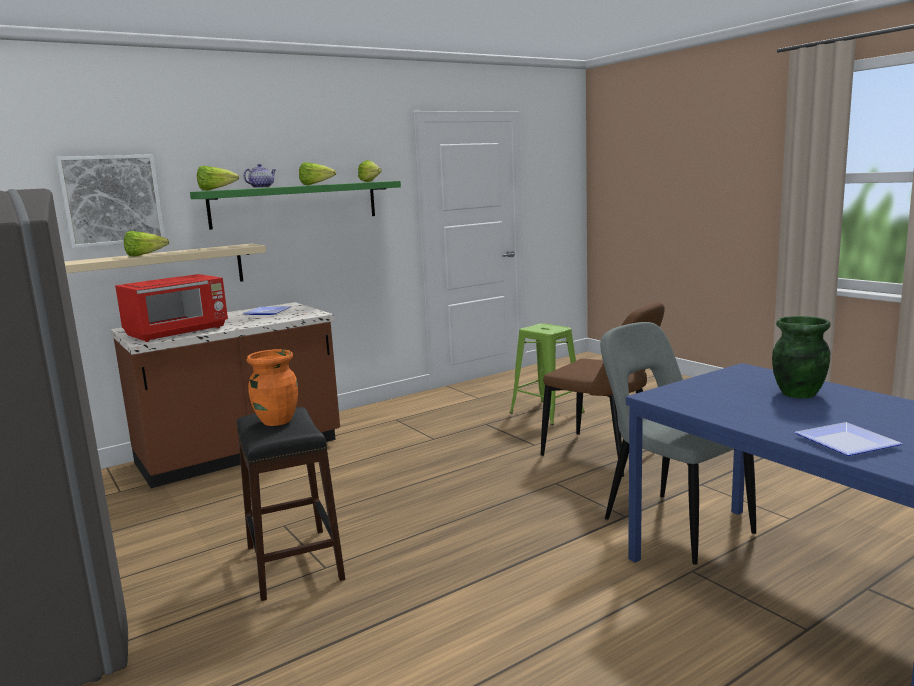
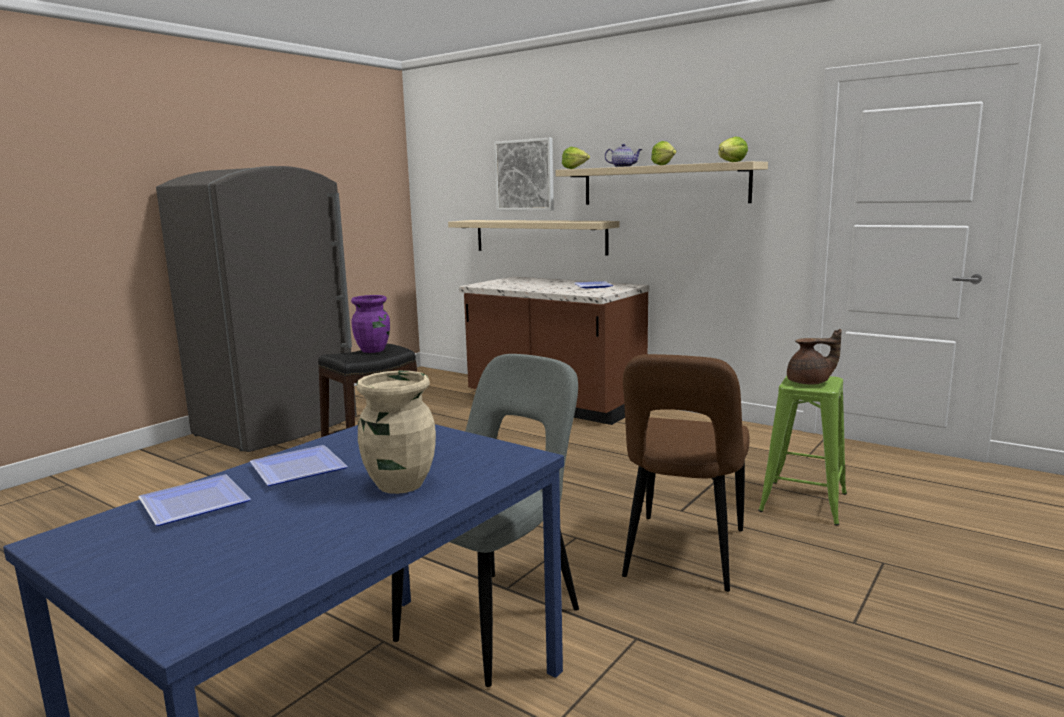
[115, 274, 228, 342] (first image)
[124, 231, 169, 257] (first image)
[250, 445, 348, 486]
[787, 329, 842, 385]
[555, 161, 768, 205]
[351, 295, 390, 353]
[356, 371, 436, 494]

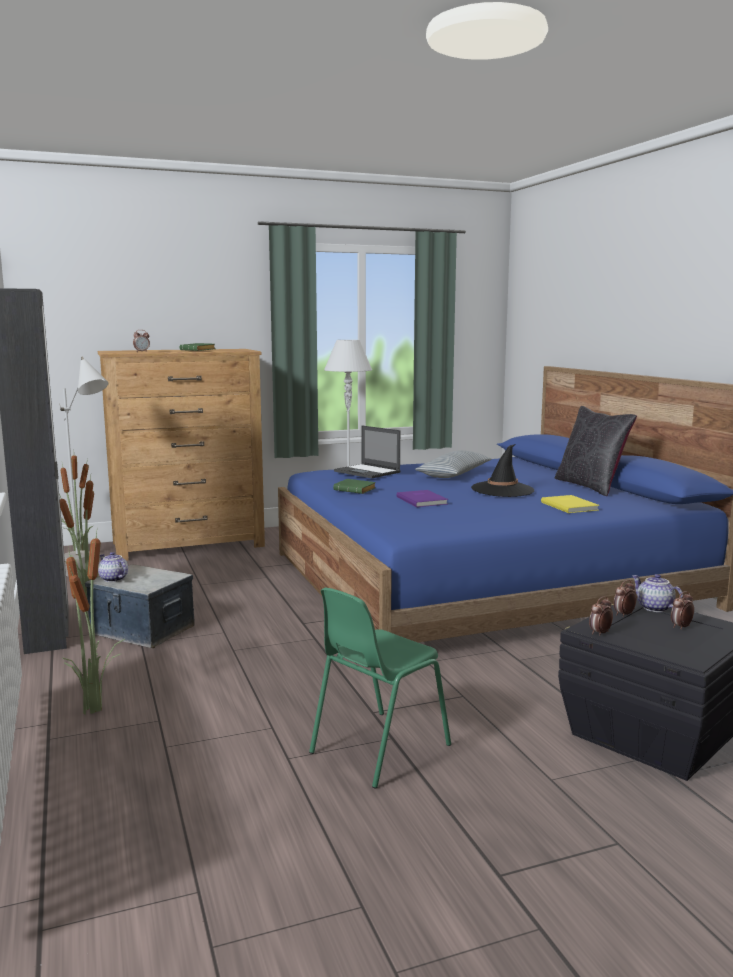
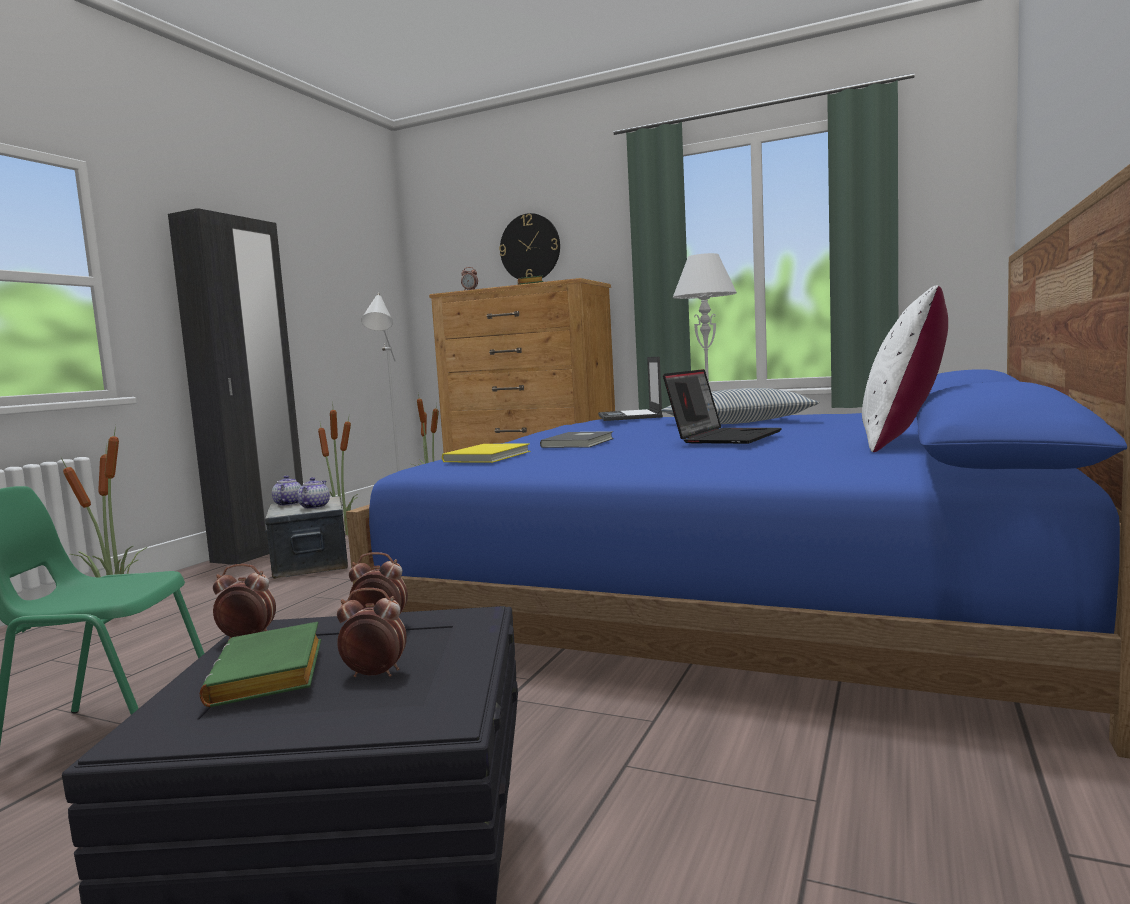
[499, 213, 560, 279]
[200, 622, 321, 707]
[442, 443, 530, 463]
[297, 477, 330, 509]
[663, 369, 782, 444]
[540, 431, 614, 448]
[862, 286, 948, 452]

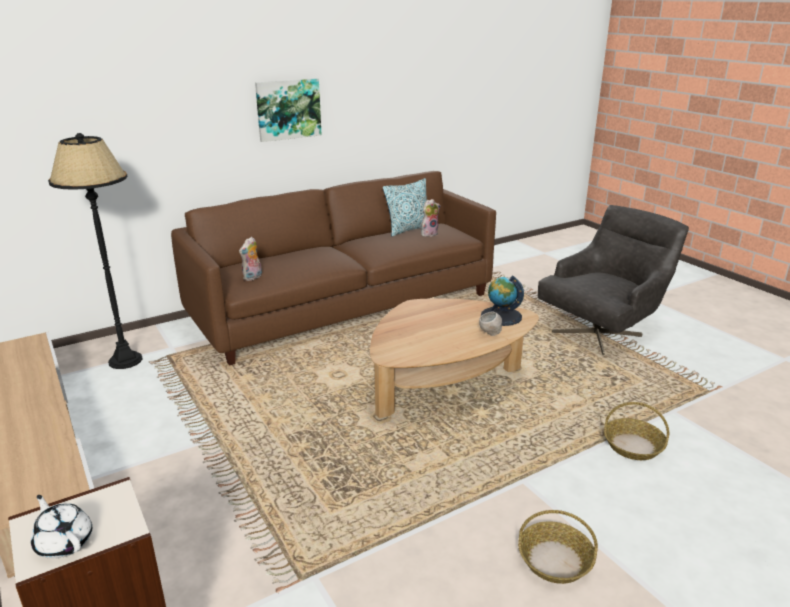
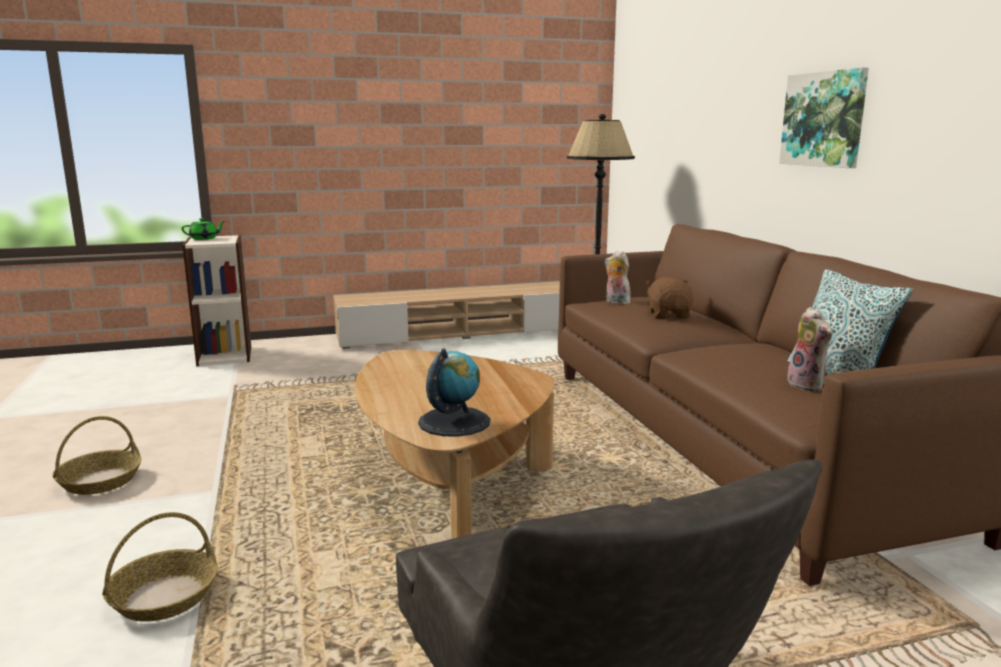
[479, 312, 502, 336] (first image)
[646, 277, 693, 319]
[181, 218, 225, 240]

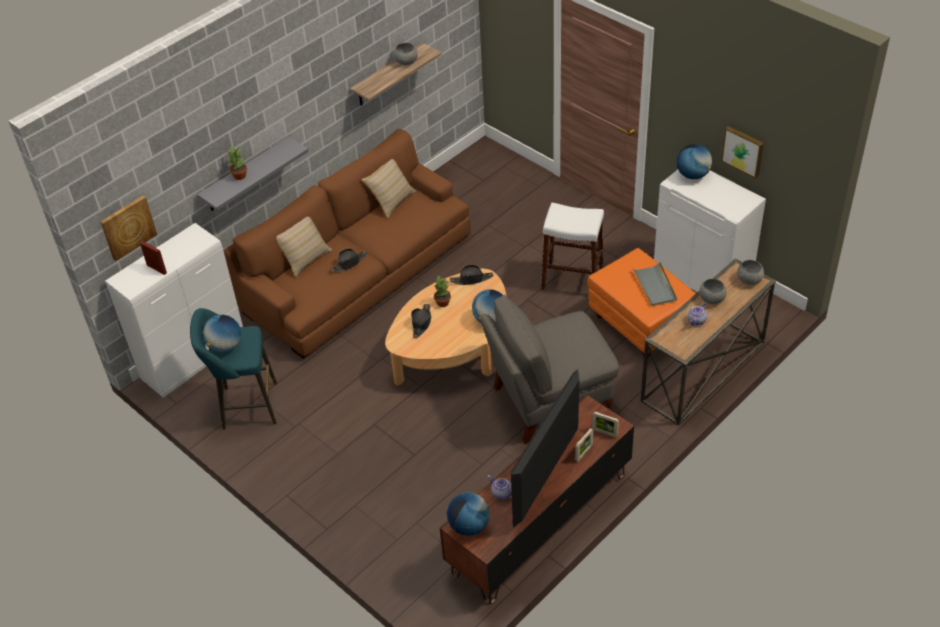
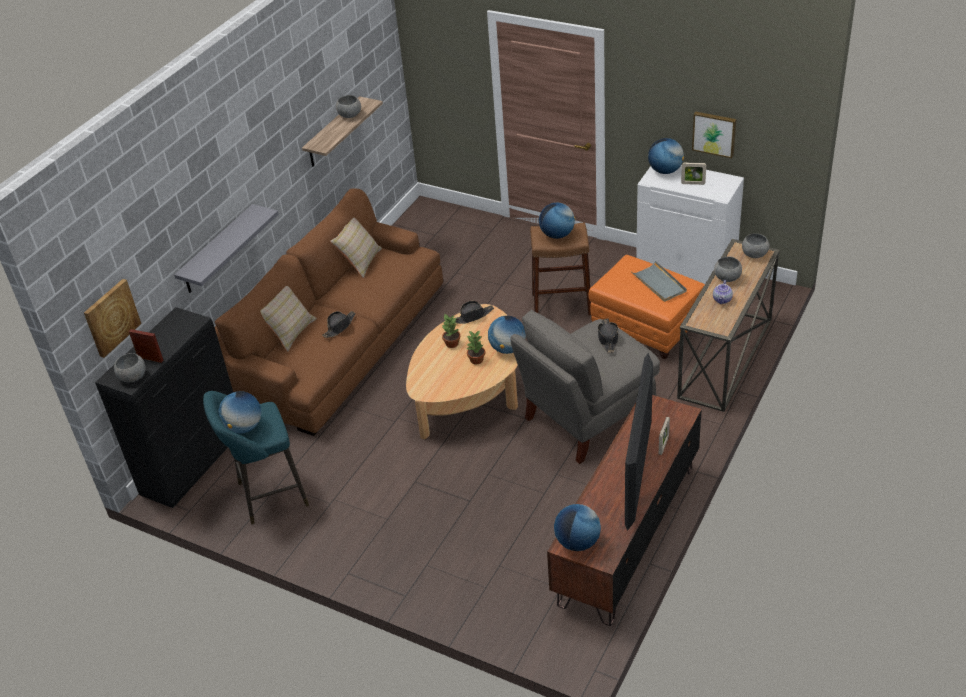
[488, 475, 512, 500] (first image)
[114, 353, 146, 382]
[539, 202, 576, 239]
[466, 331, 485, 365]
[598, 319, 619, 354]
[681, 162, 706, 185]
[95, 307, 233, 508]
[530, 222, 591, 316]

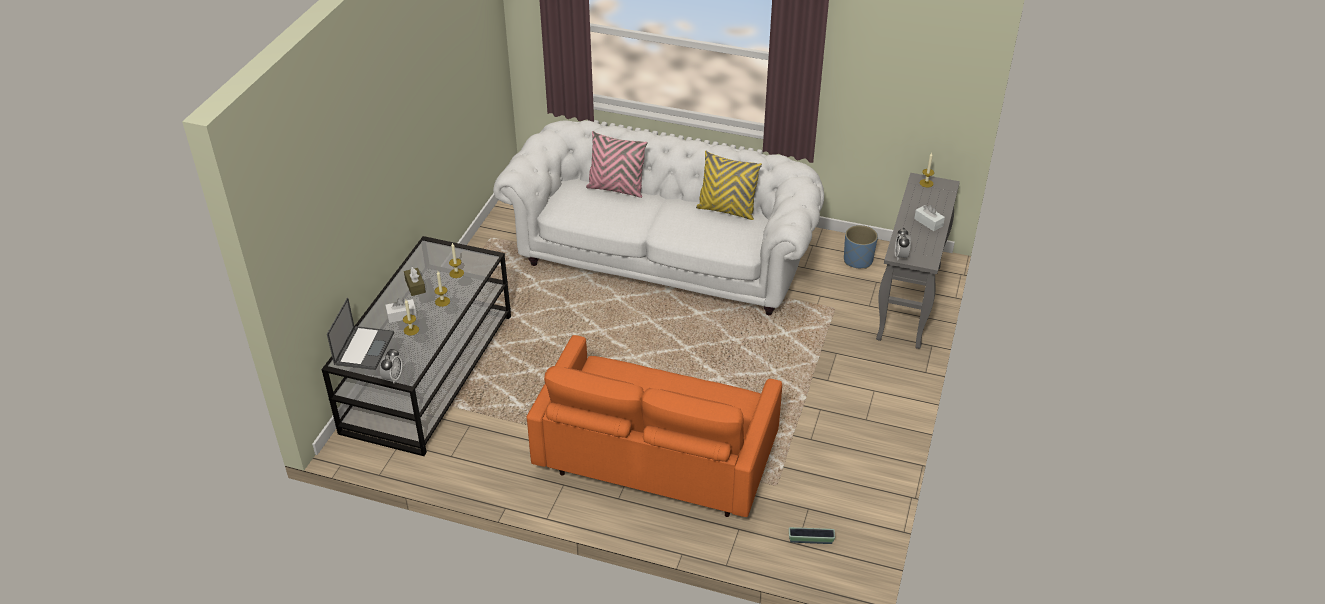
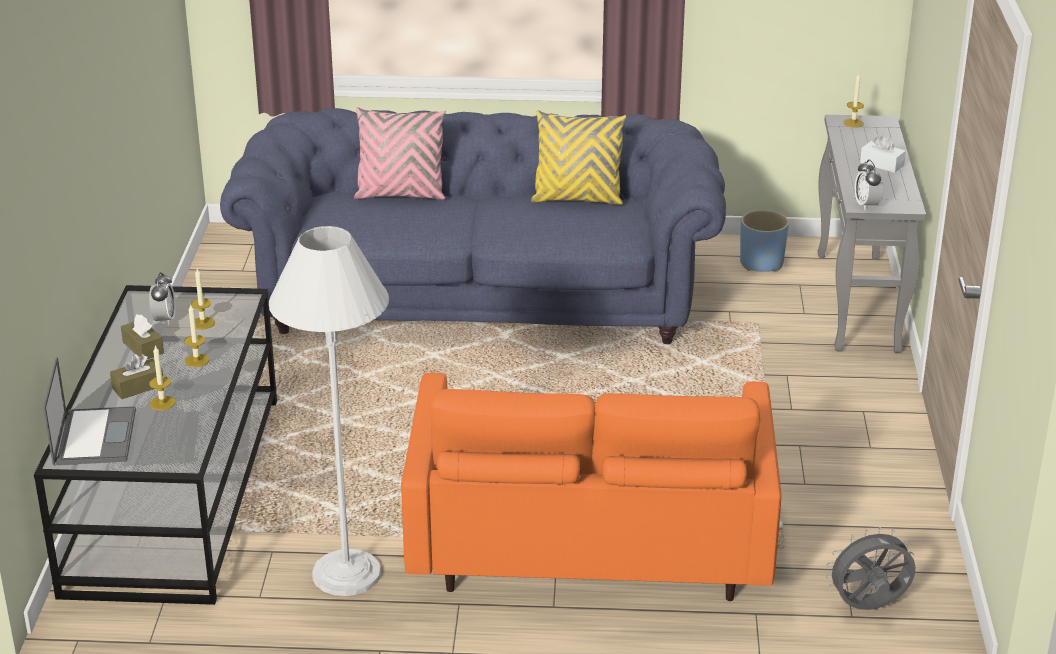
[269, 226, 389, 596]
[149, 272, 176, 326]
[825, 527, 916, 610]
[110, 354, 163, 399]
[220, 108, 726, 344]

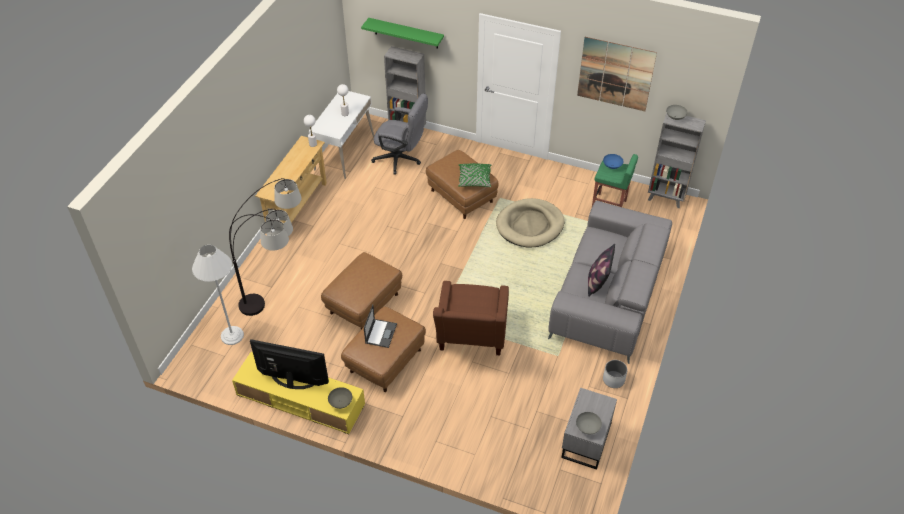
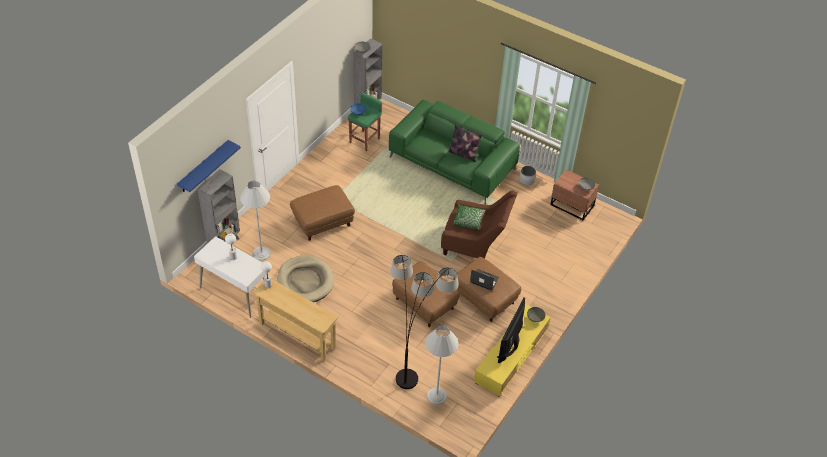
[577, 37, 657, 111] (first image)
[453, 204, 486, 230]
[278, 256, 334, 302]
[240, 181, 271, 261]
[177, 140, 241, 192]
[389, 100, 520, 204]
[550, 169, 599, 220]

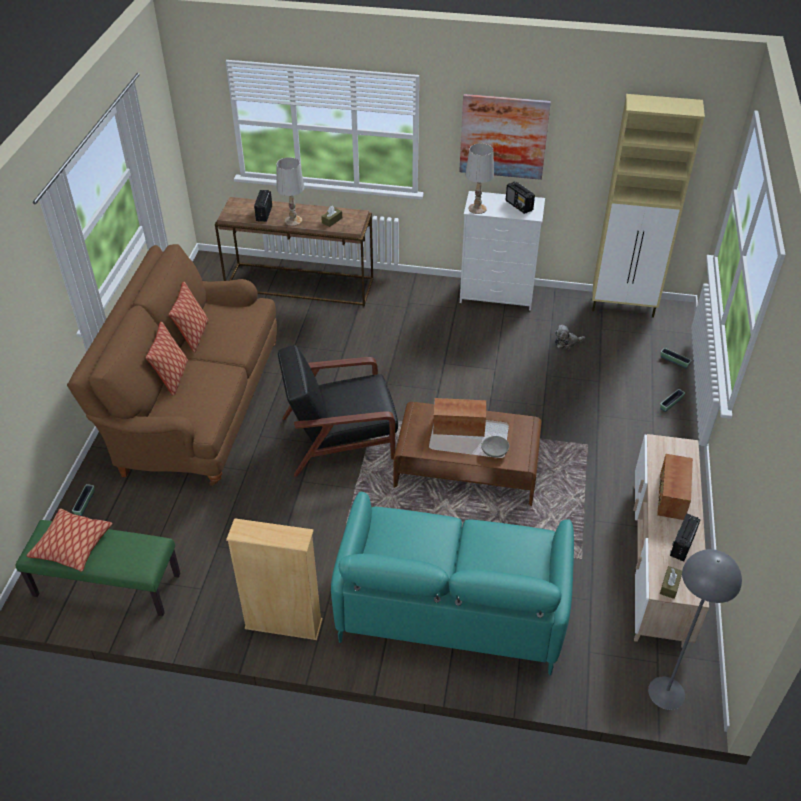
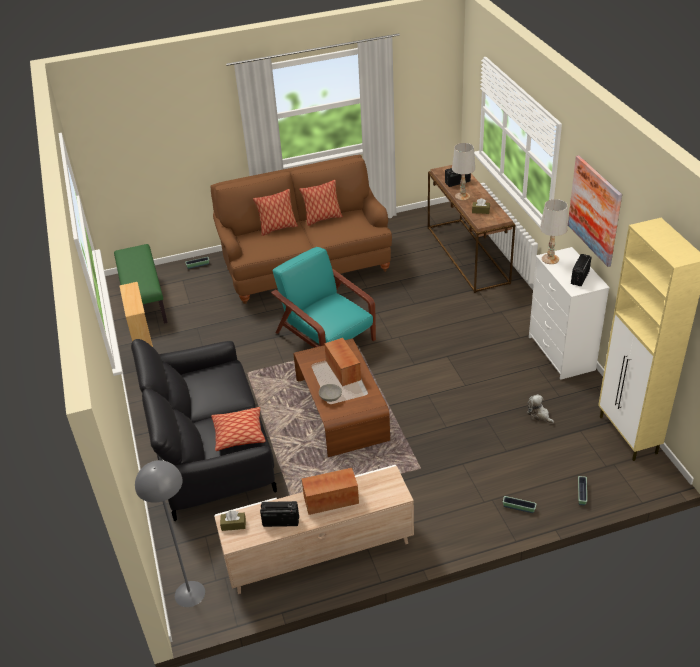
[211, 407, 266, 451]
[271, 247, 376, 348]
[131, 339, 277, 521]

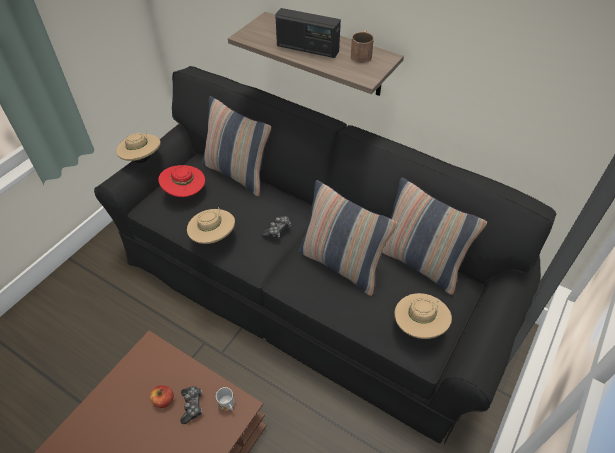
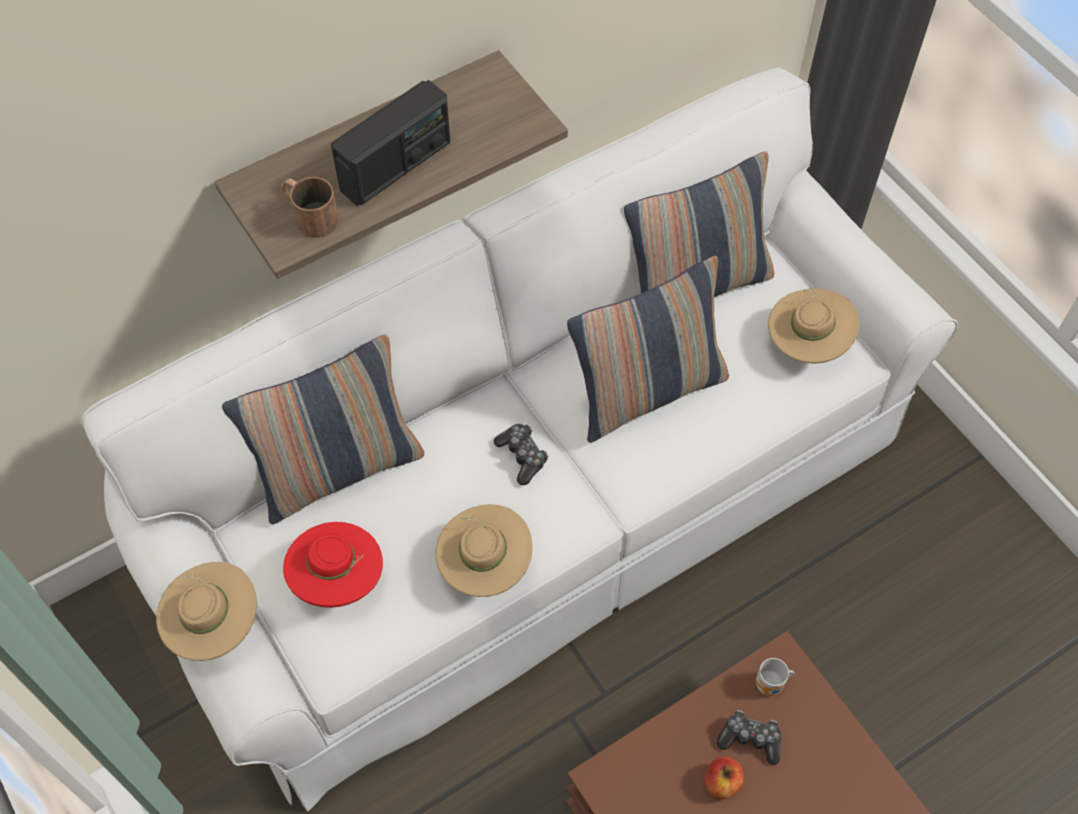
[281, 177, 339, 238]
[81, 68, 958, 812]

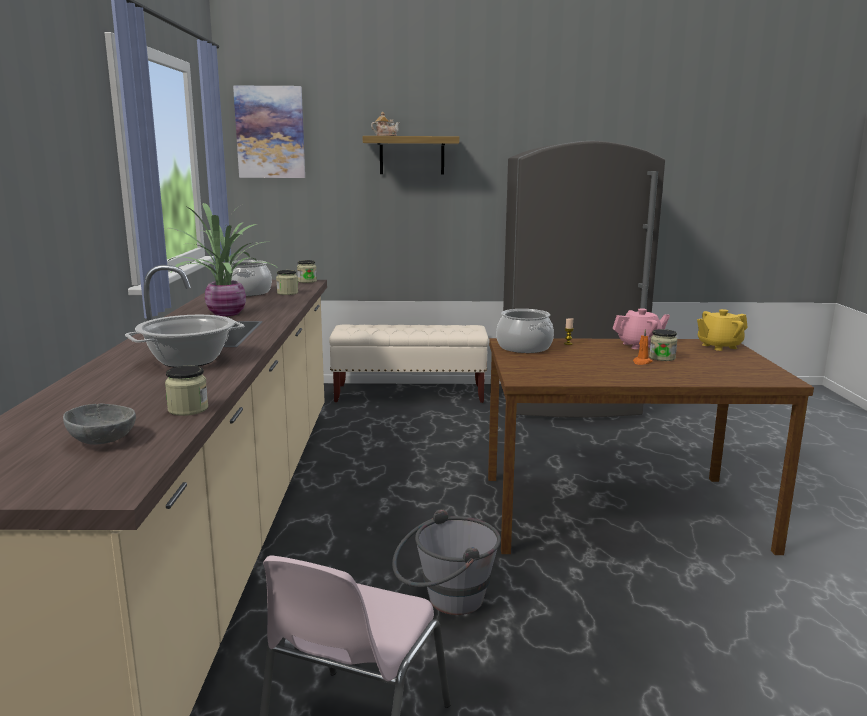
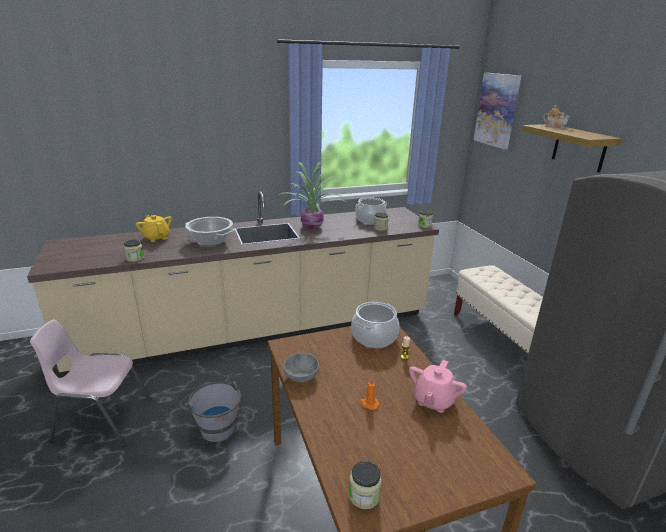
[283, 353, 319, 382]
[349, 461, 382, 509]
[136, 215, 172, 242]
[409, 360, 467, 413]

